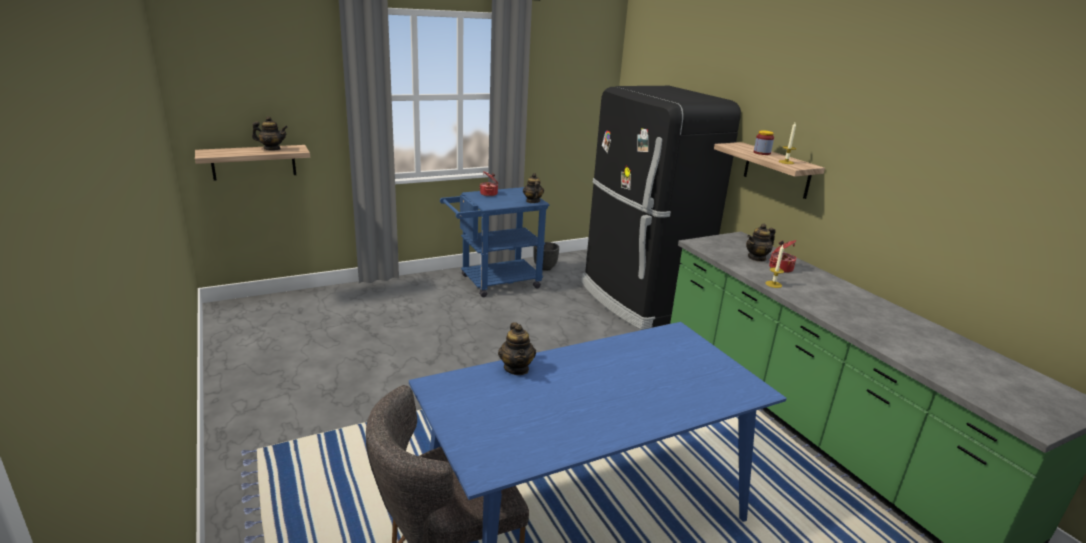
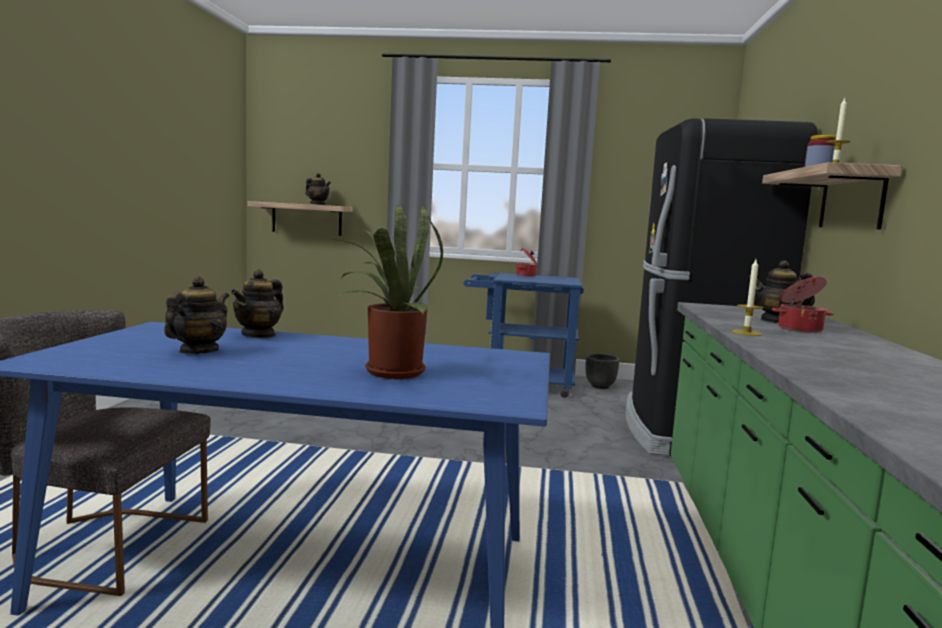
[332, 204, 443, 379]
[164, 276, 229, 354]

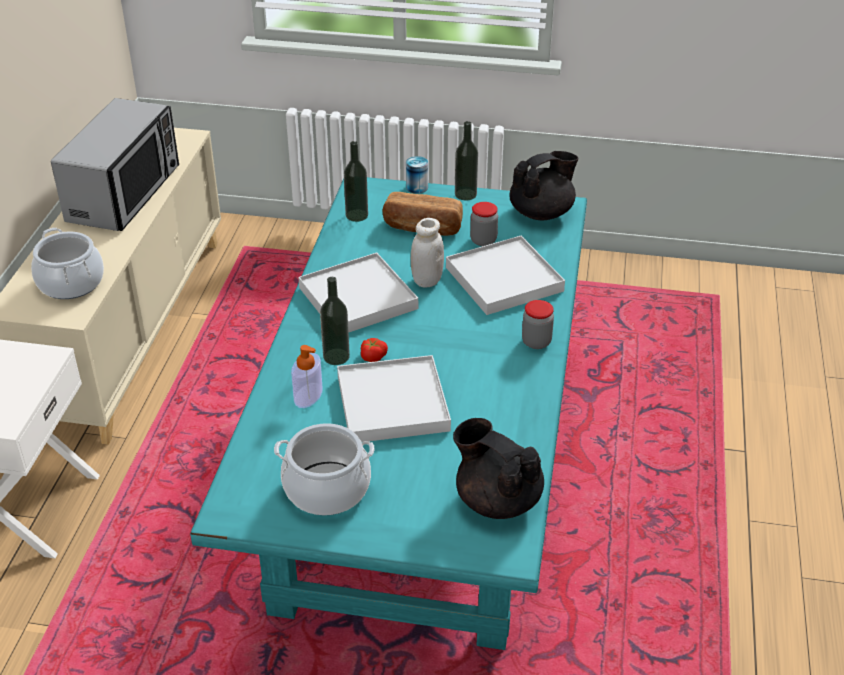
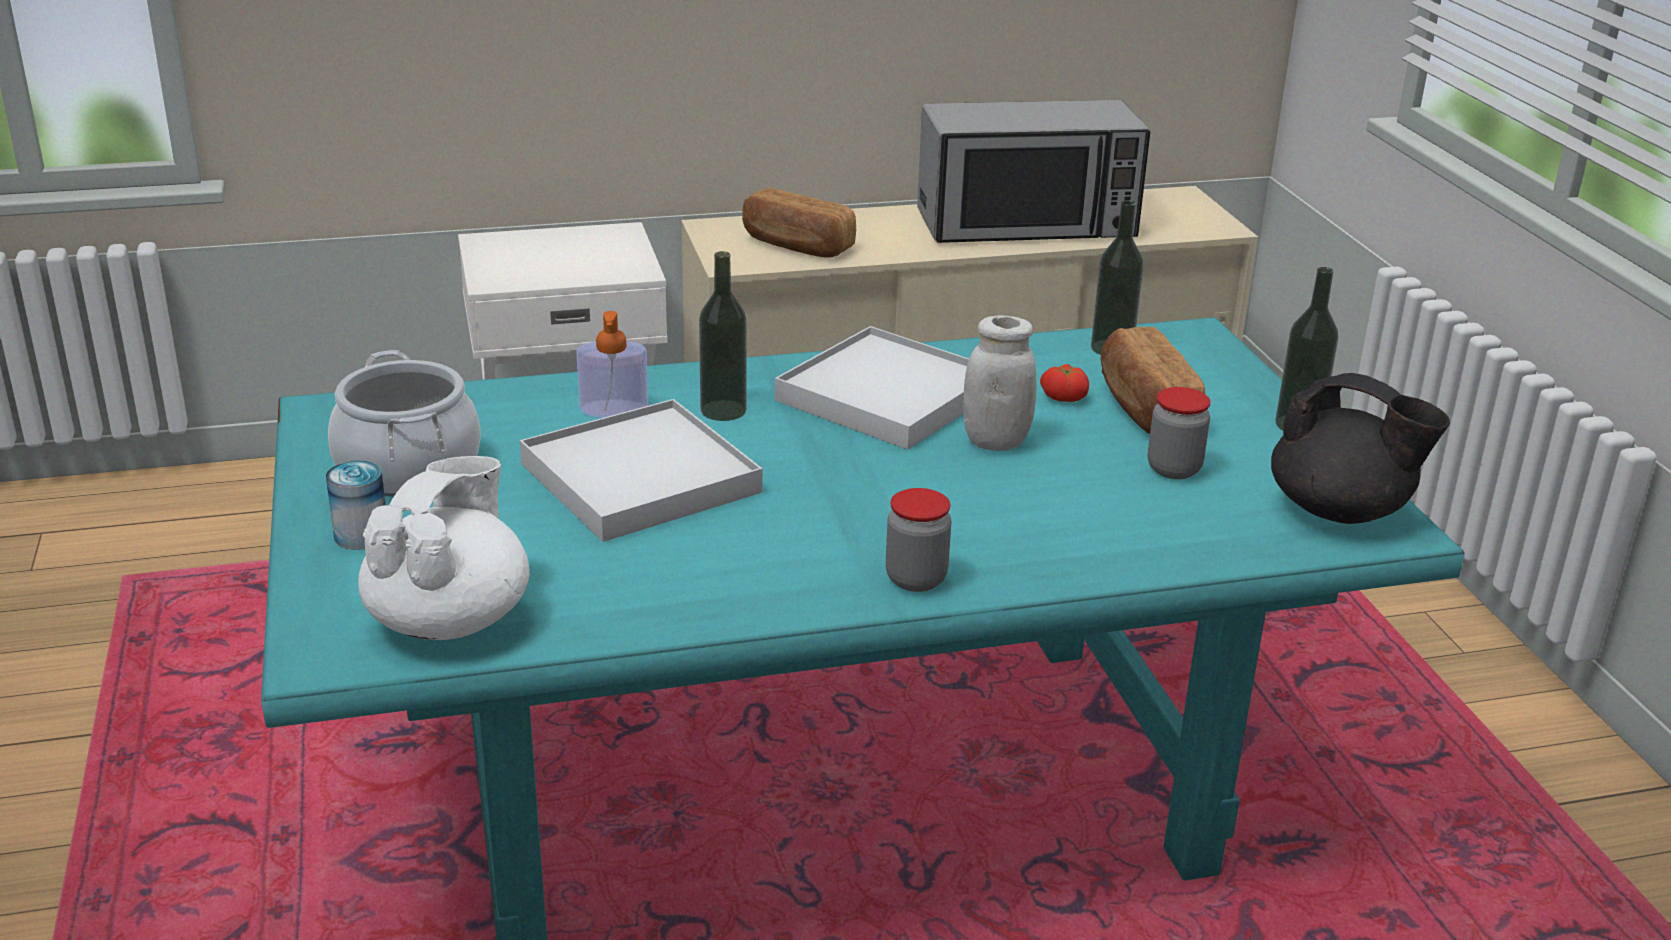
[446, 236, 565, 315] (first image)
[1040, 364, 1089, 402]
[326, 461, 386, 550]
[742, 188, 856, 258]
[358, 456, 530, 640]

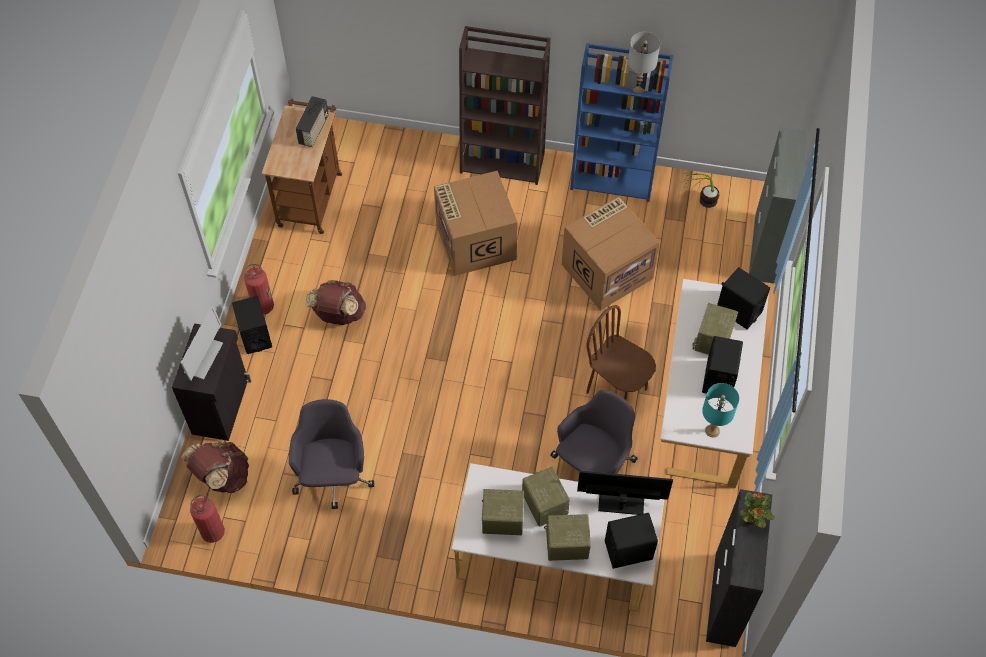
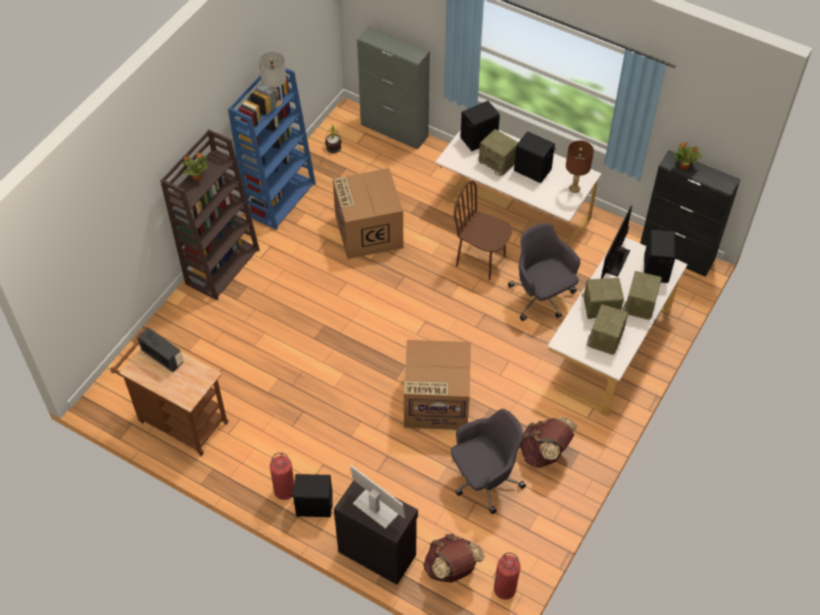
[183, 153, 208, 181]
[520, 417, 577, 468]
[404, 340, 471, 430]
[566, 140, 594, 193]
[450, 409, 526, 514]
[454, 180, 512, 280]

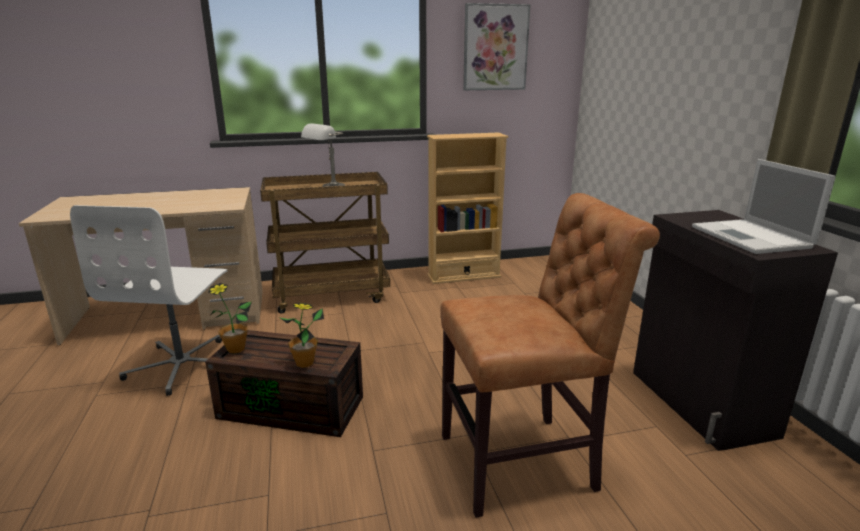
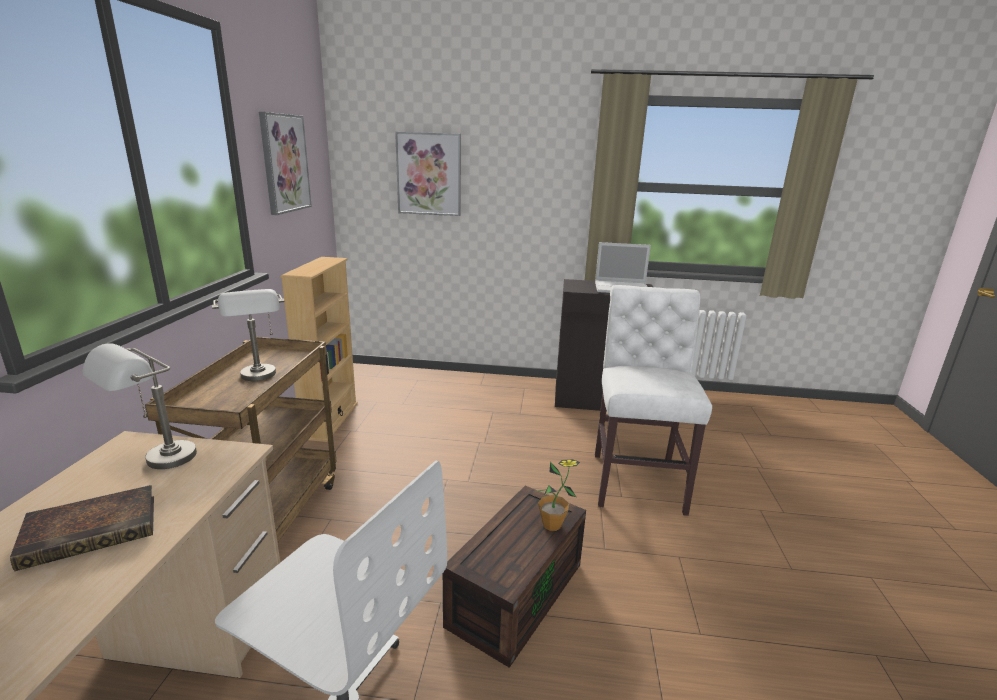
[208, 283, 252, 353] (first image)
[10, 485, 154, 571]
[82, 343, 197, 469]
[395, 132, 461, 216]
[595, 285, 712, 516]

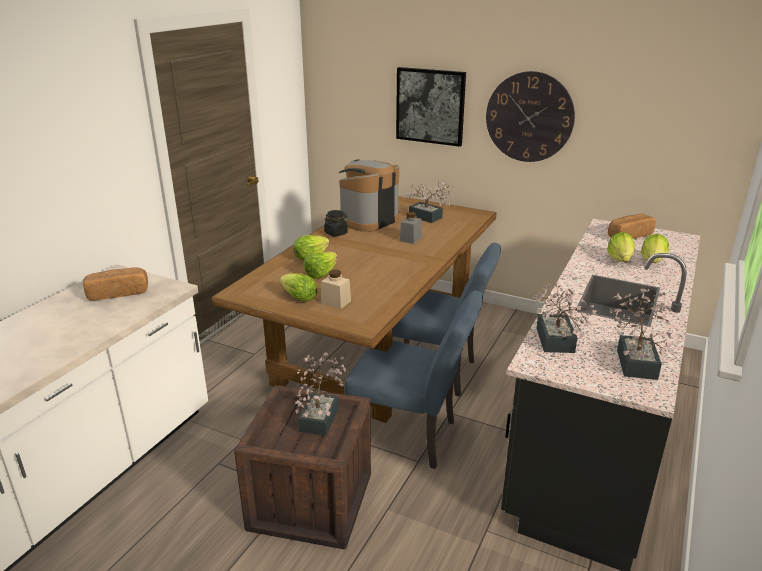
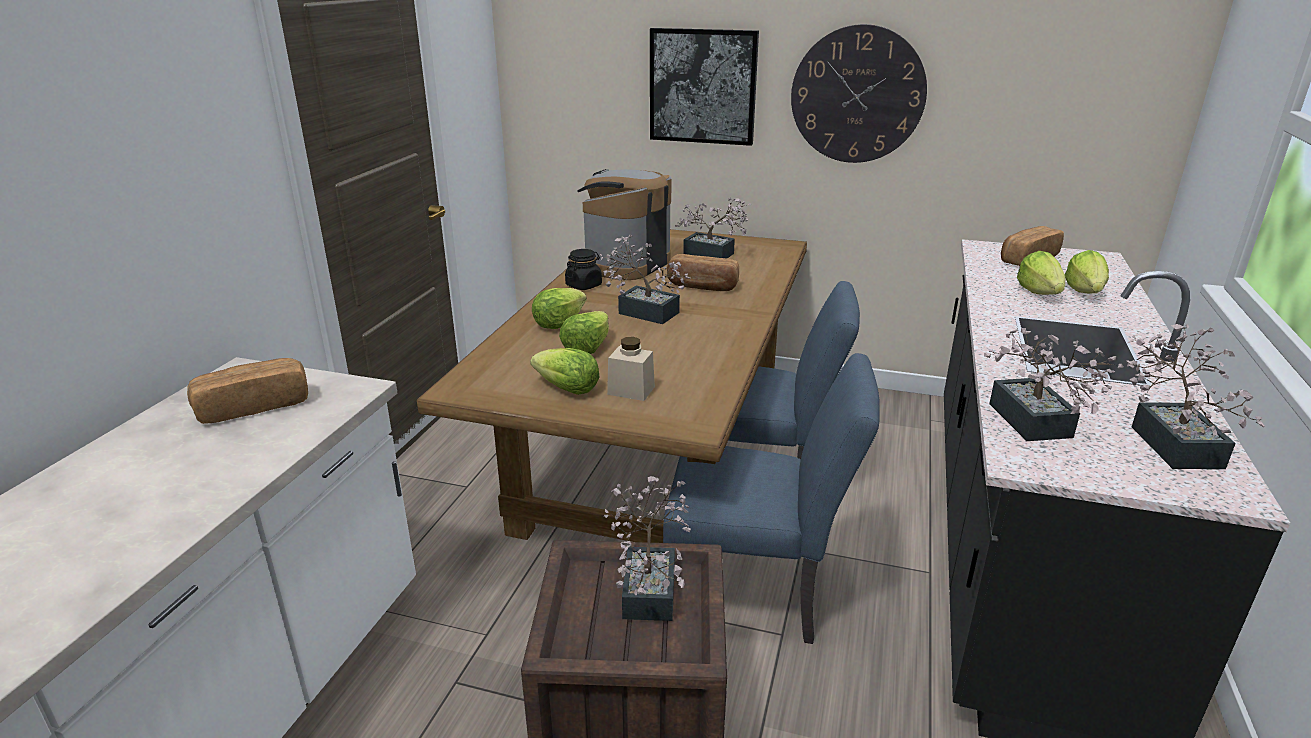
[600, 234, 690, 324]
[667, 254, 739, 291]

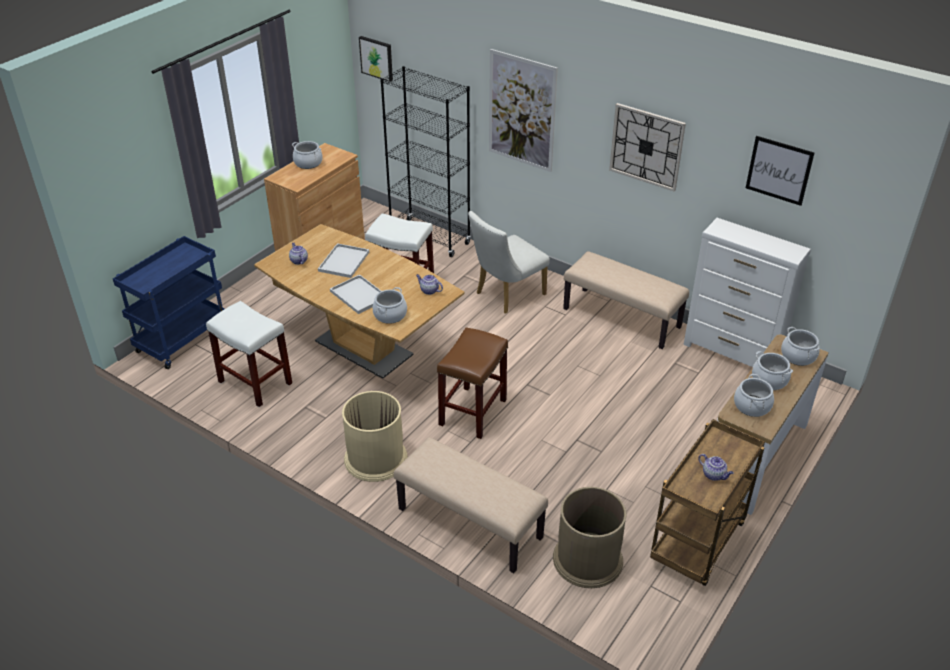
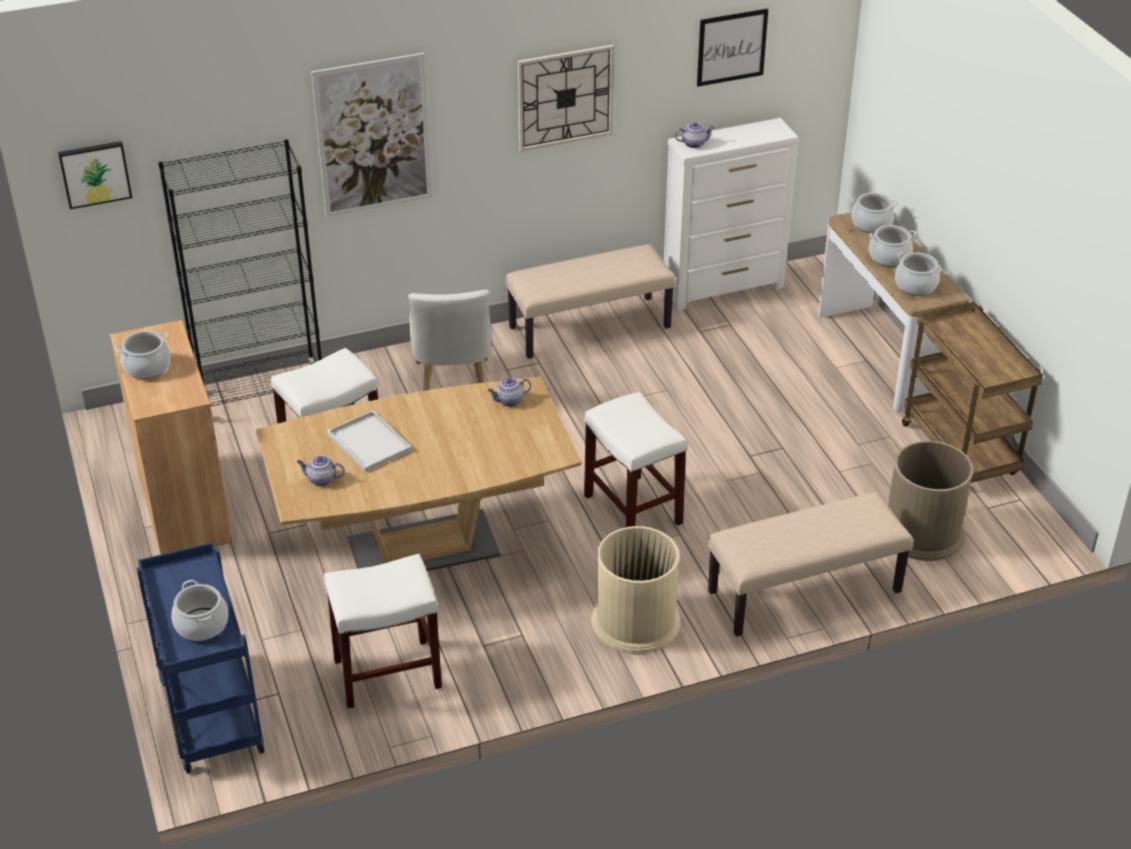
[330, 275, 381, 314] (first image)
[171, 580, 228, 641]
[675, 123, 714, 148]
[584, 392, 687, 527]

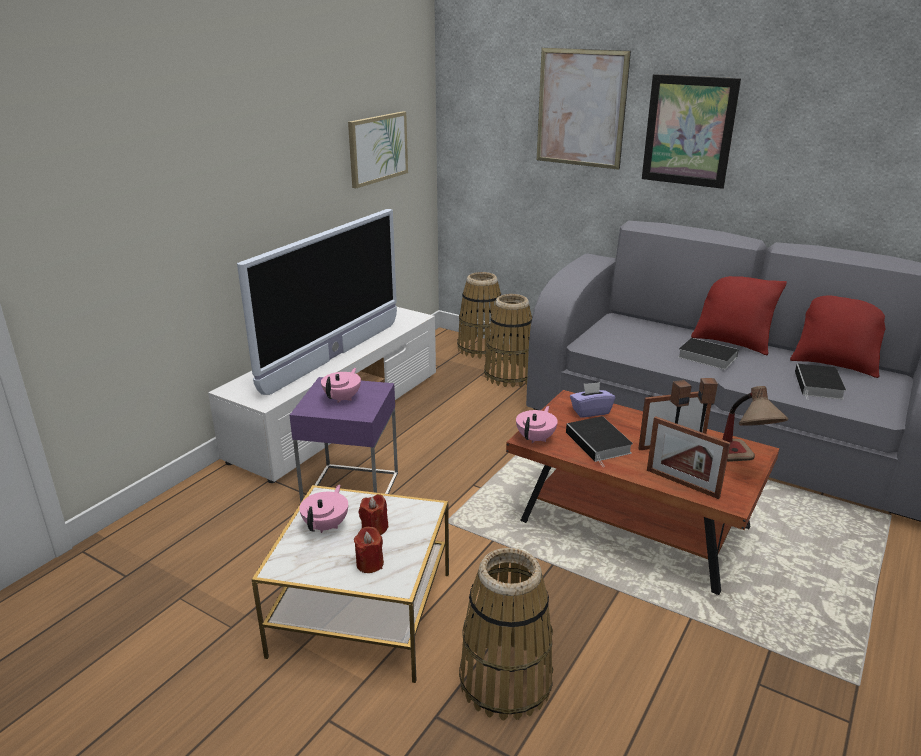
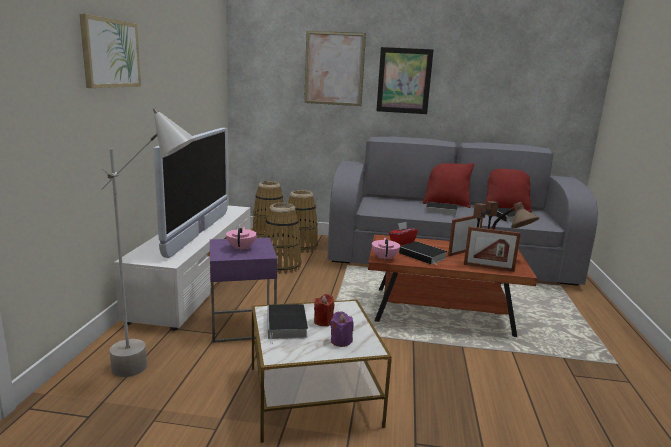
[101, 108, 195, 377]
[79, 14, 141, 88]
[264, 203, 302, 274]
[267, 304, 308, 345]
[330, 311, 353, 347]
[389, 222, 418, 246]

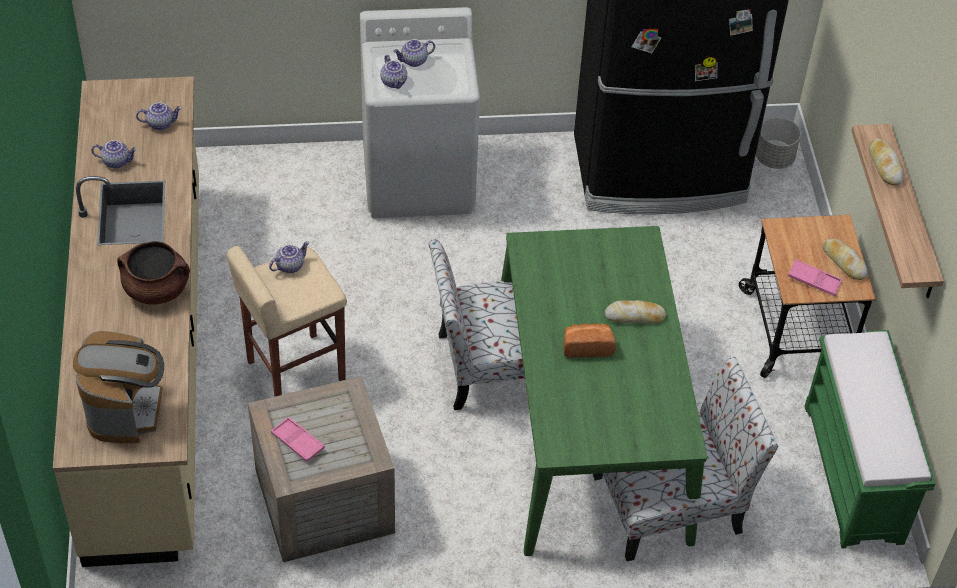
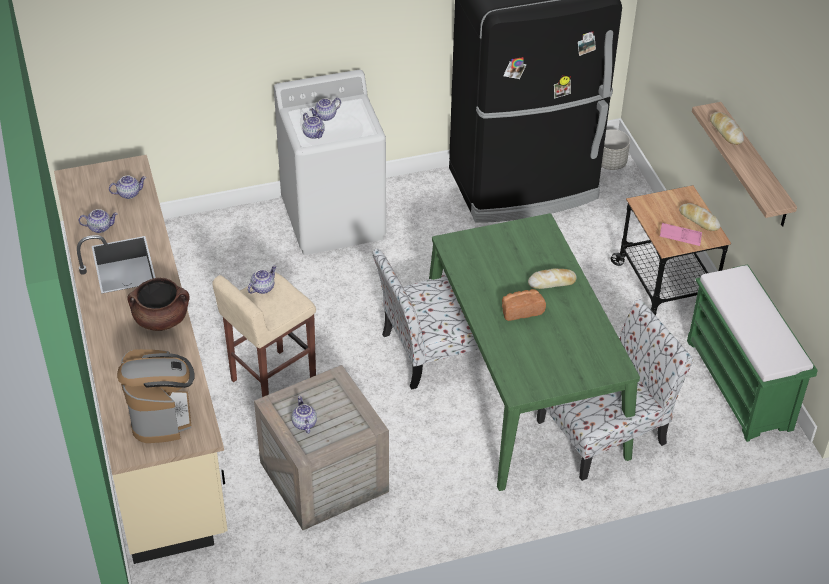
[291, 396, 317, 434]

